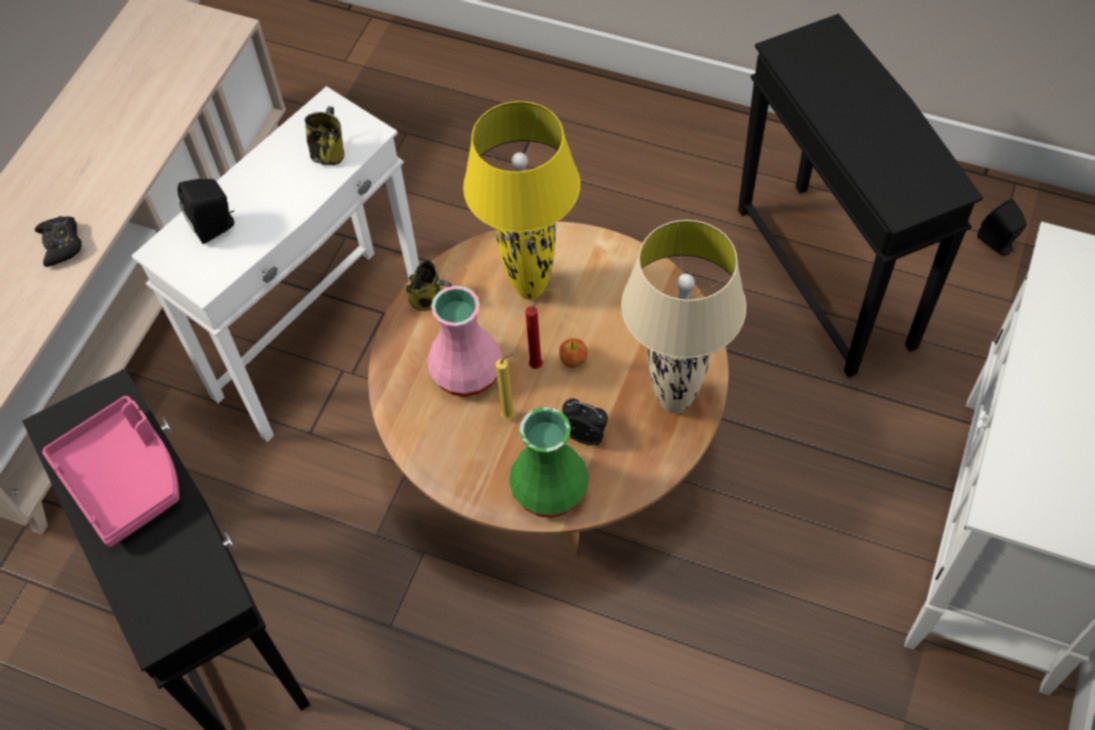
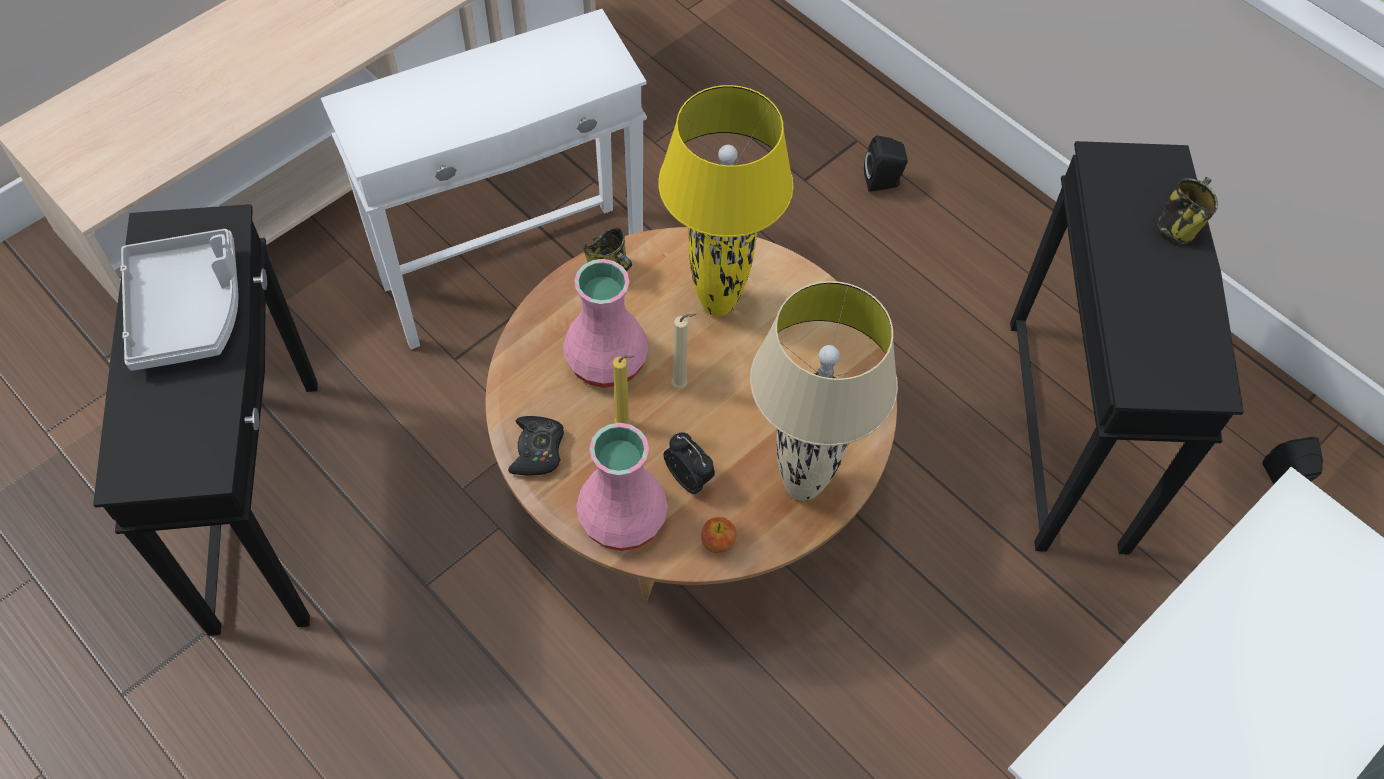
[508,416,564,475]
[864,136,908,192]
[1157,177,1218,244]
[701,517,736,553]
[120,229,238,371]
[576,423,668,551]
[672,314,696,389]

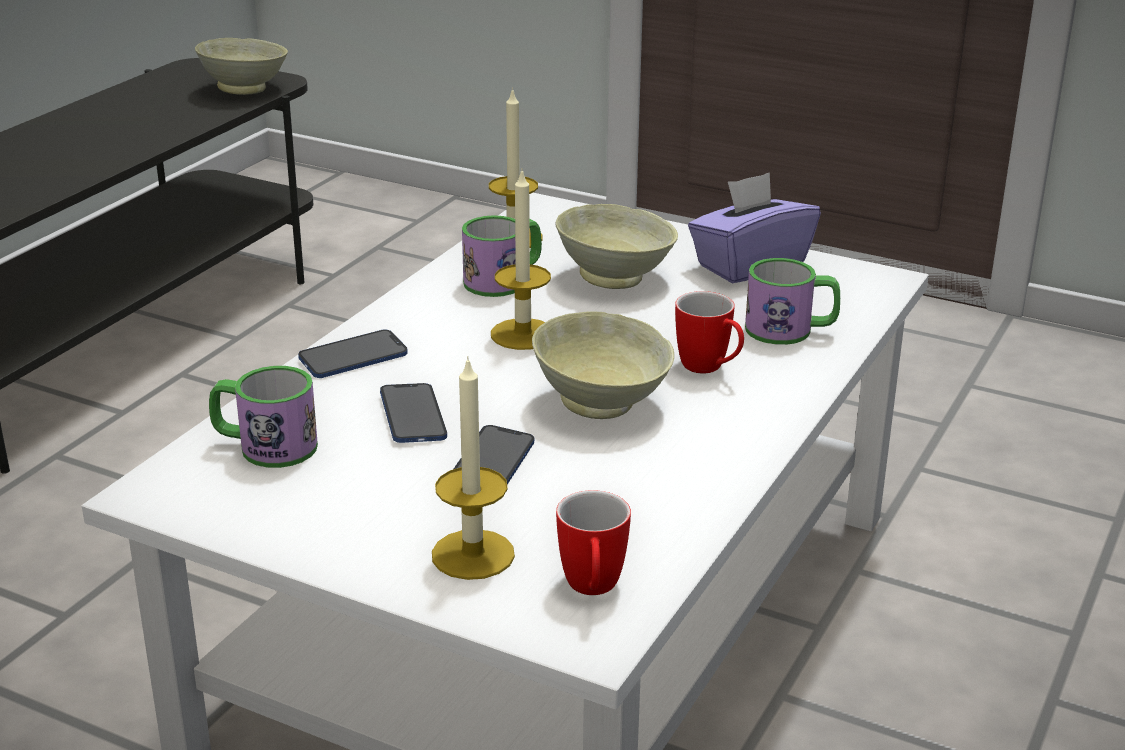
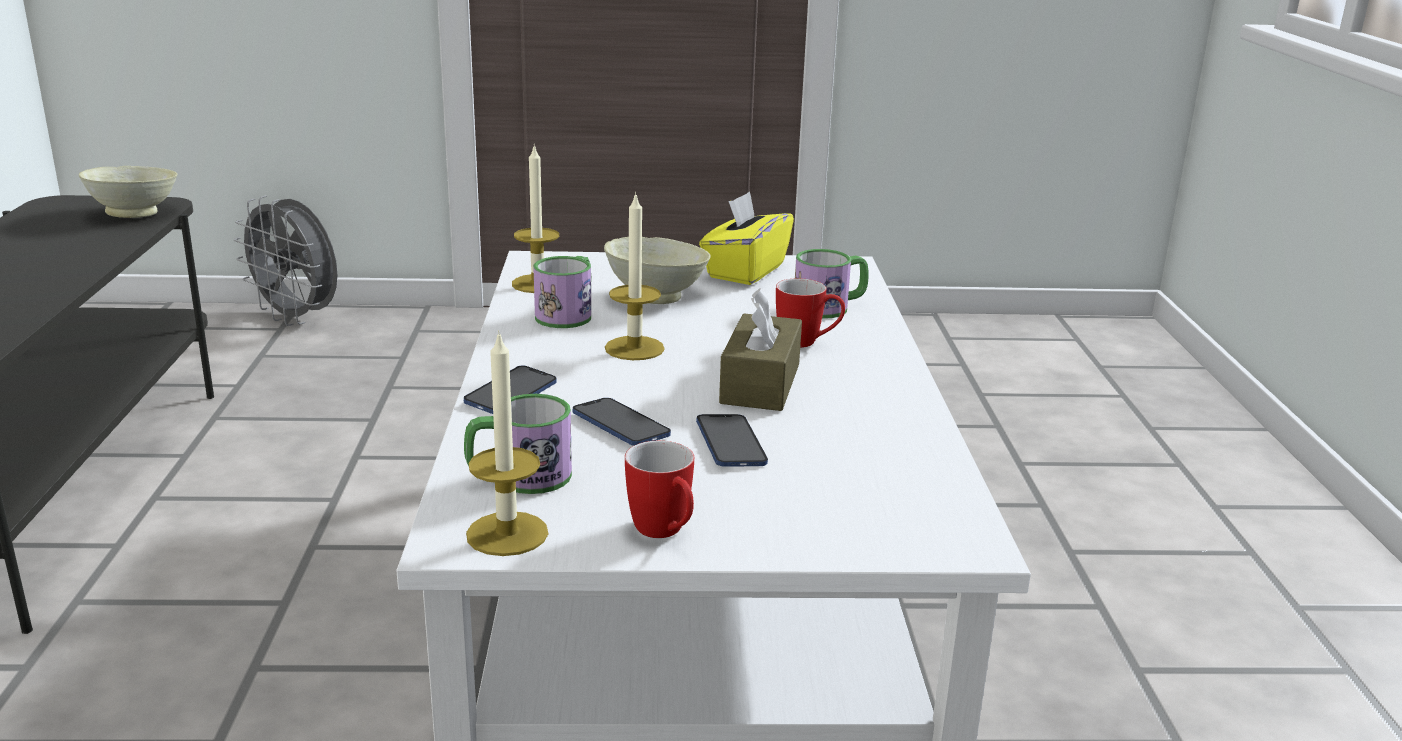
[234,195,337,326]
[466,330,548,556]
[625,441,694,538]
[719,289,802,411]
[699,191,794,285]

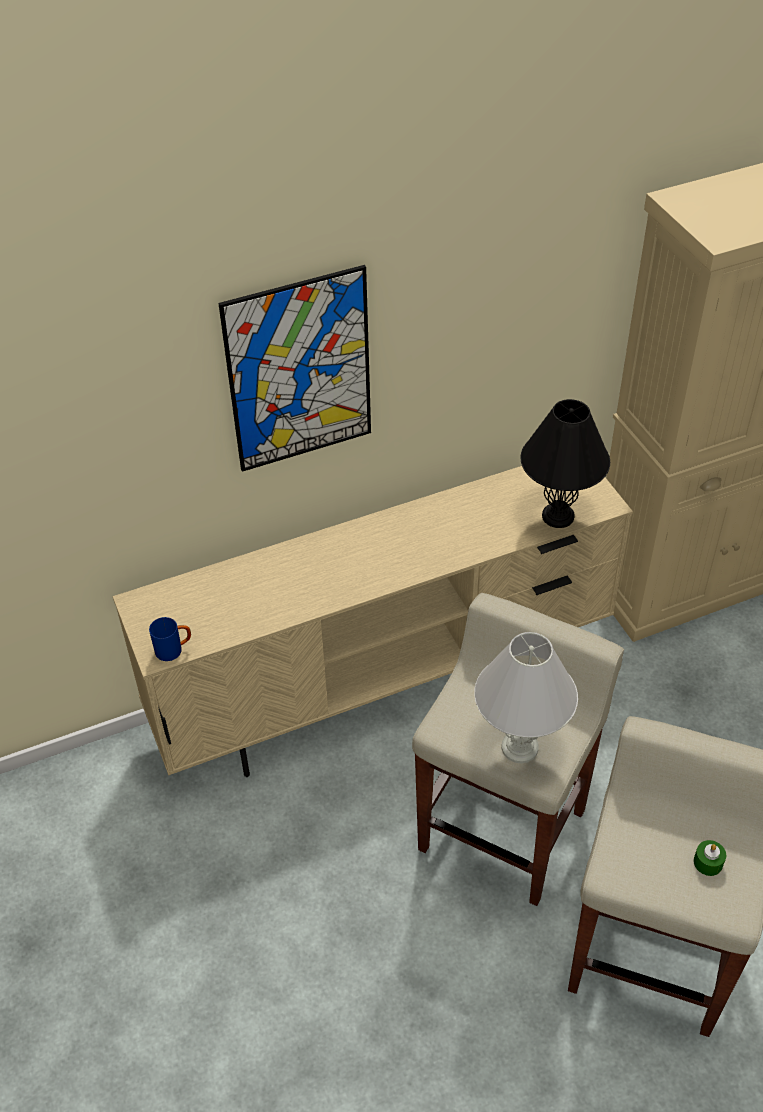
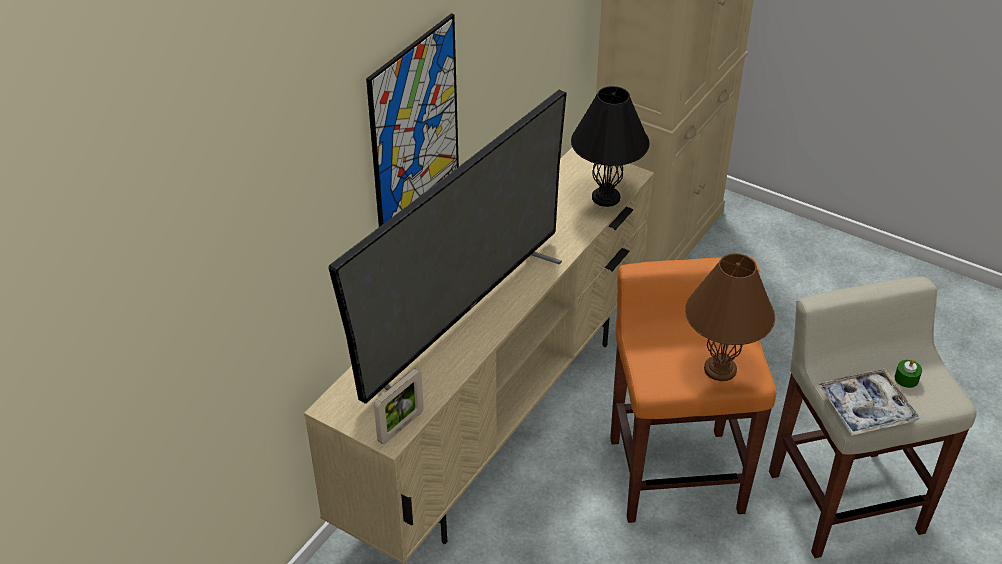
[328,90,567,404]
[818,368,920,436]
[374,369,424,444]
[610,257,776,523]
[685,253,775,381]

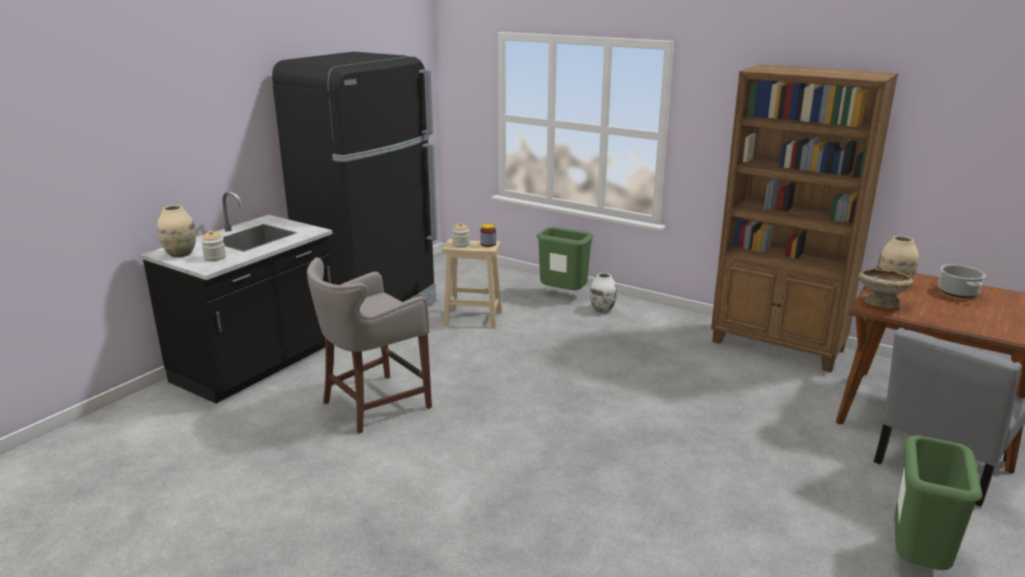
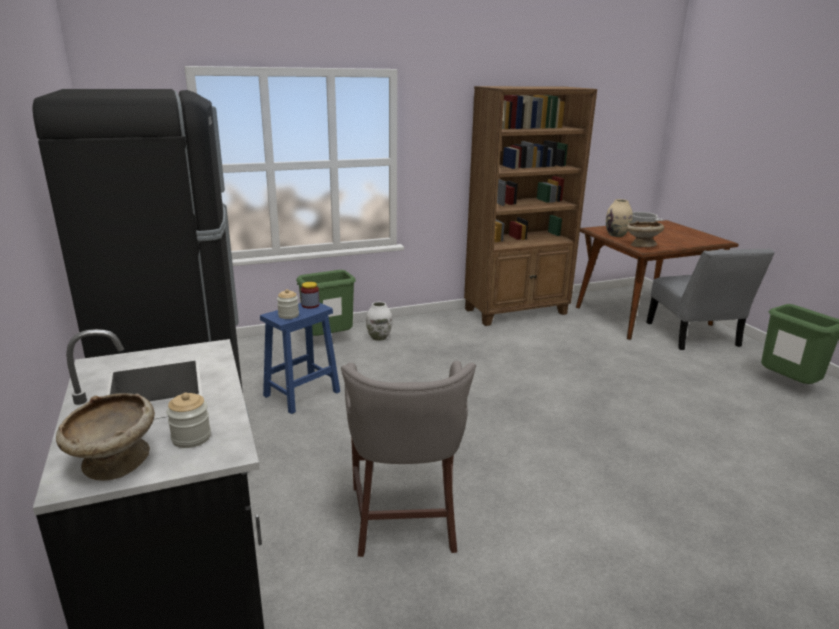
[56,393,155,481]
[260,302,340,414]

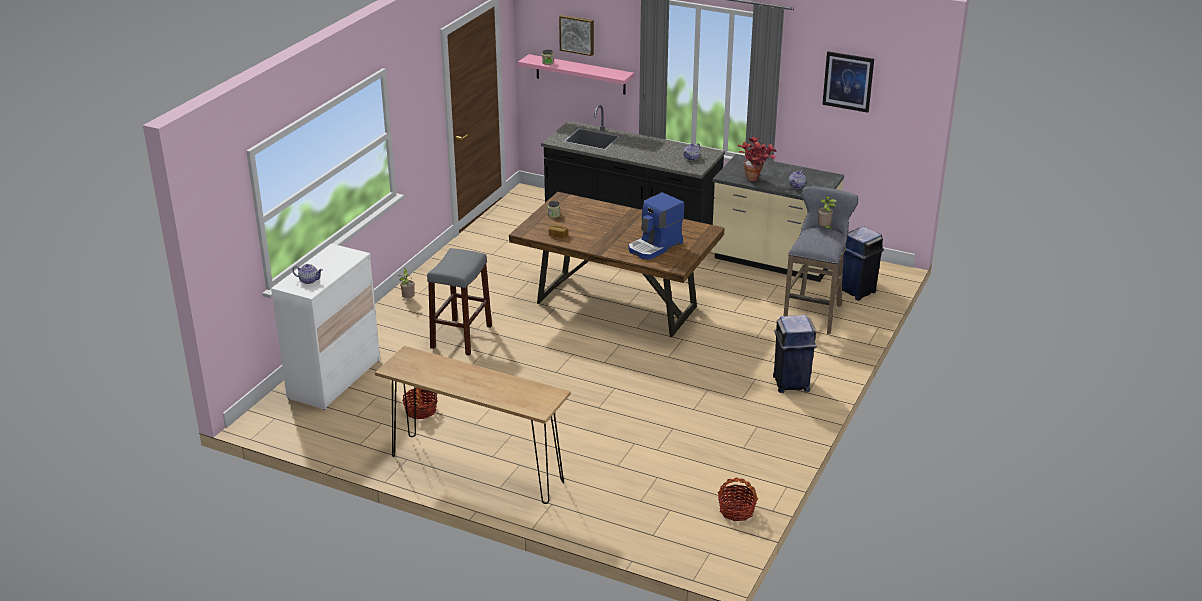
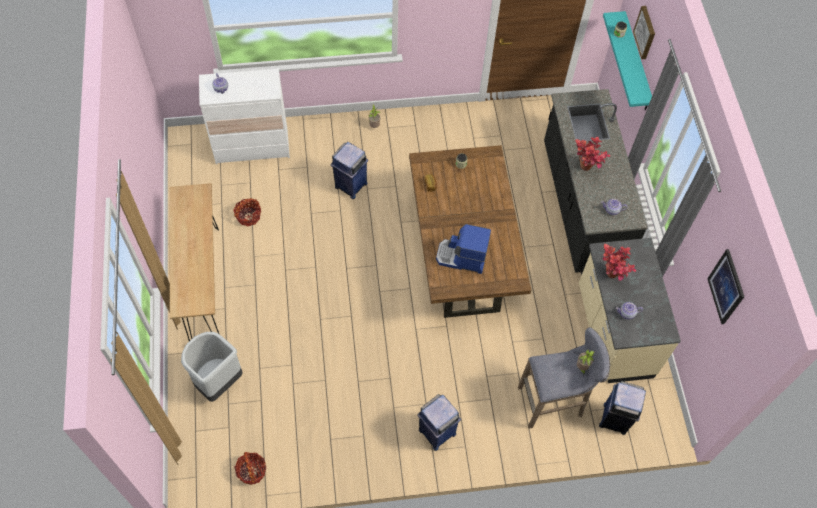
[181,332,242,402]
[575,137,610,171]
[331,142,368,199]
[603,11,652,110]

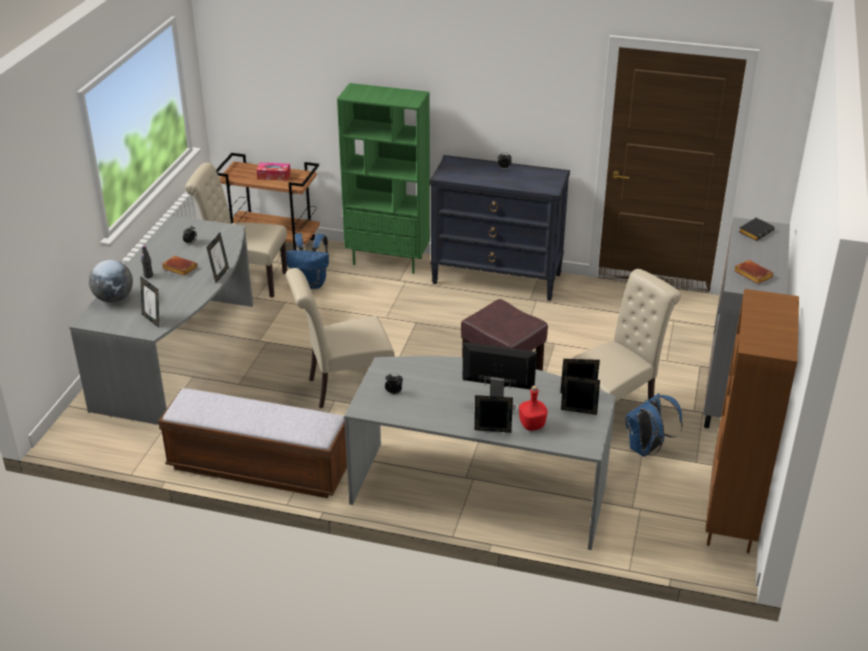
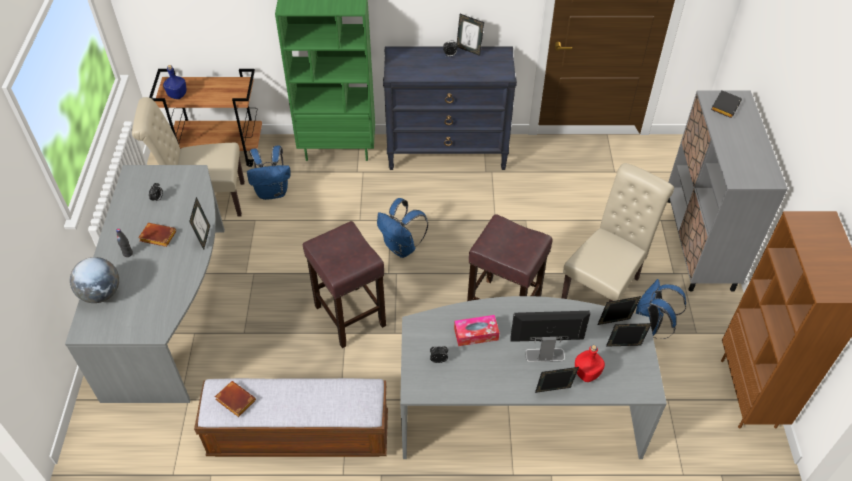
[163,65,187,99]
[377,198,428,258]
[457,14,484,56]
[454,315,500,346]
[215,381,256,417]
[303,221,386,348]

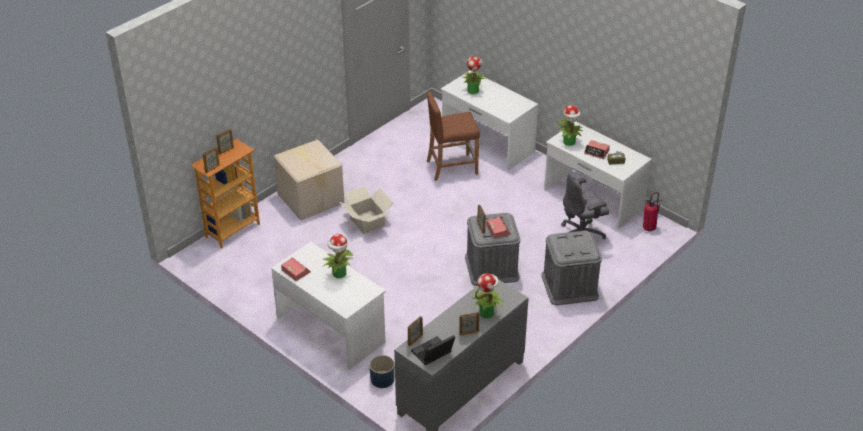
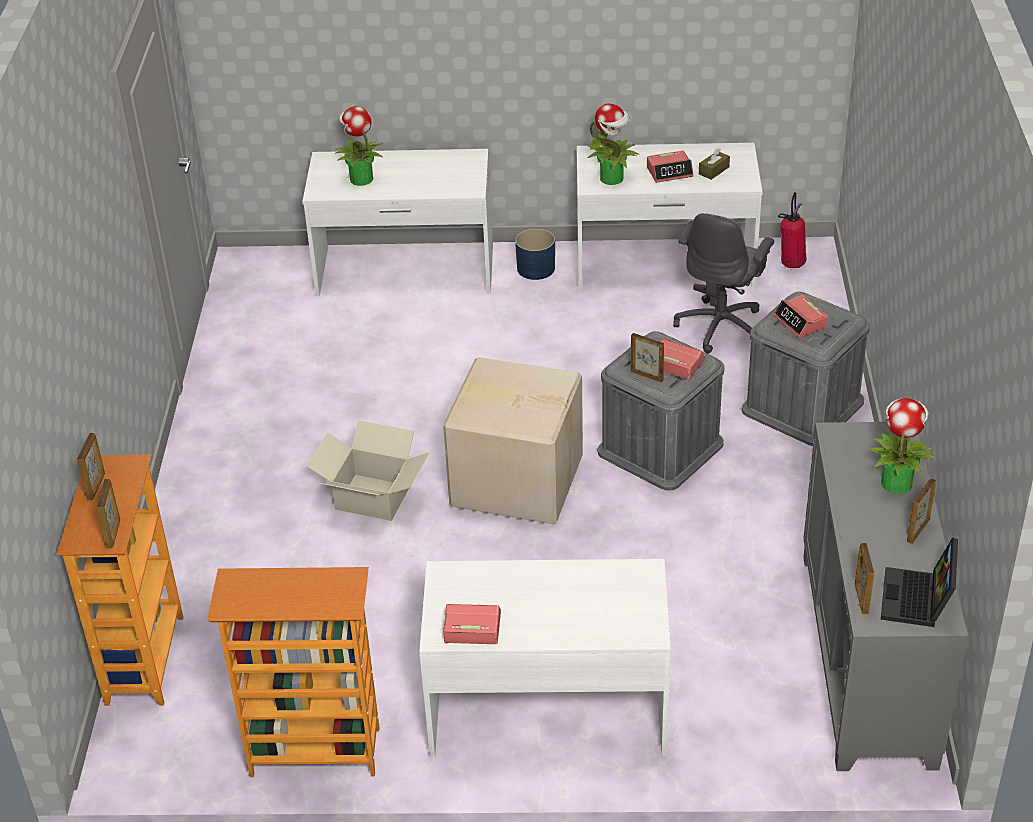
[323,234,354,278] (first image)
[427,92,480,181] (first image)
[207,567,380,777]
[774,295,828,338]
[443,357,583,524]
[515,228,555,280]

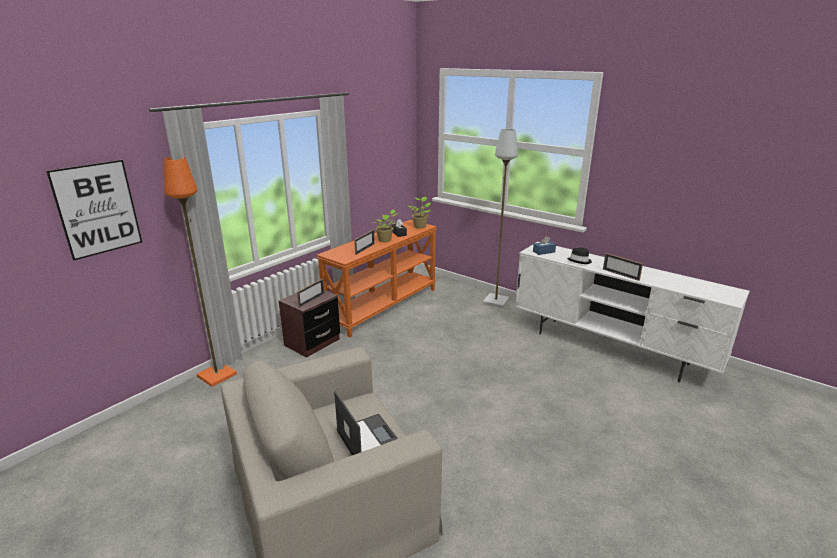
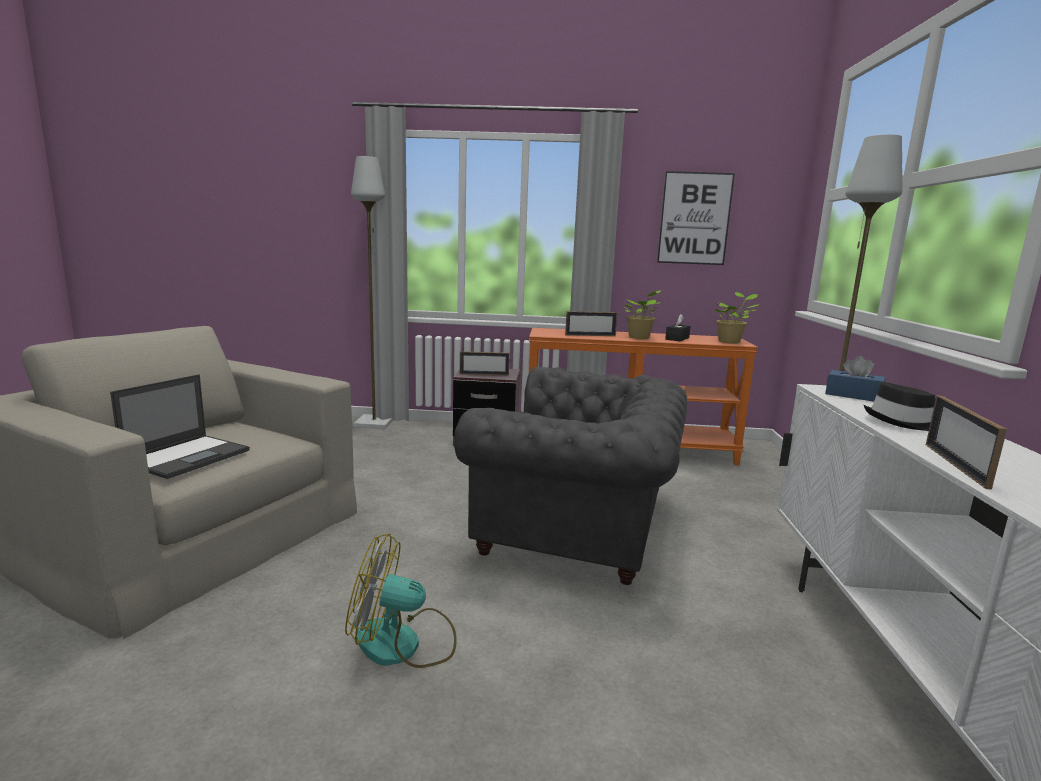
[345,534,457,668]
[454,366,687,585]
[657,171,735,265]
[351,156,394,429]

